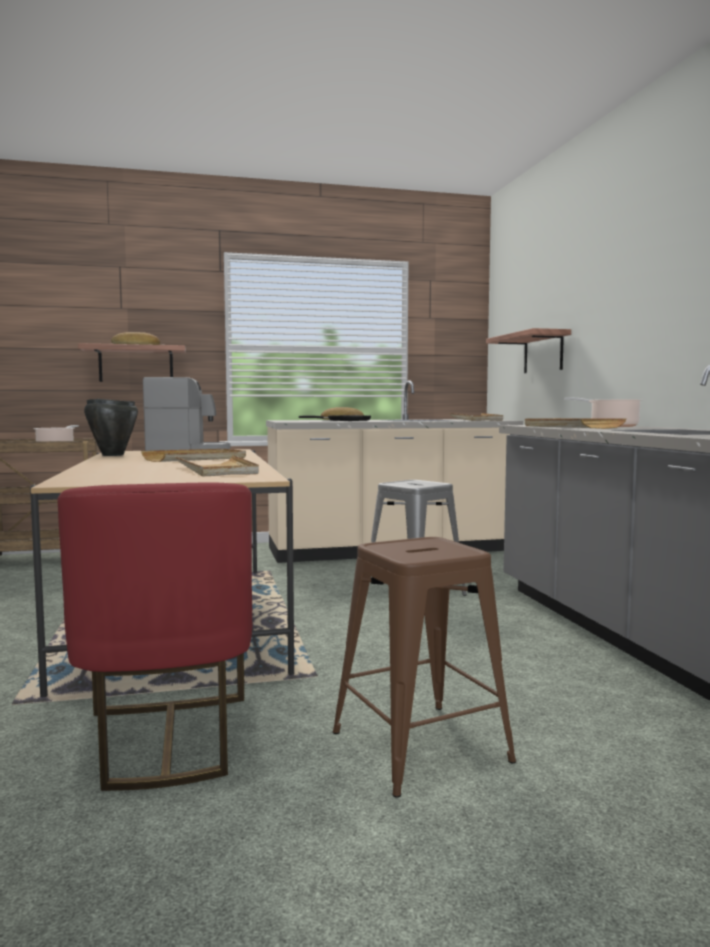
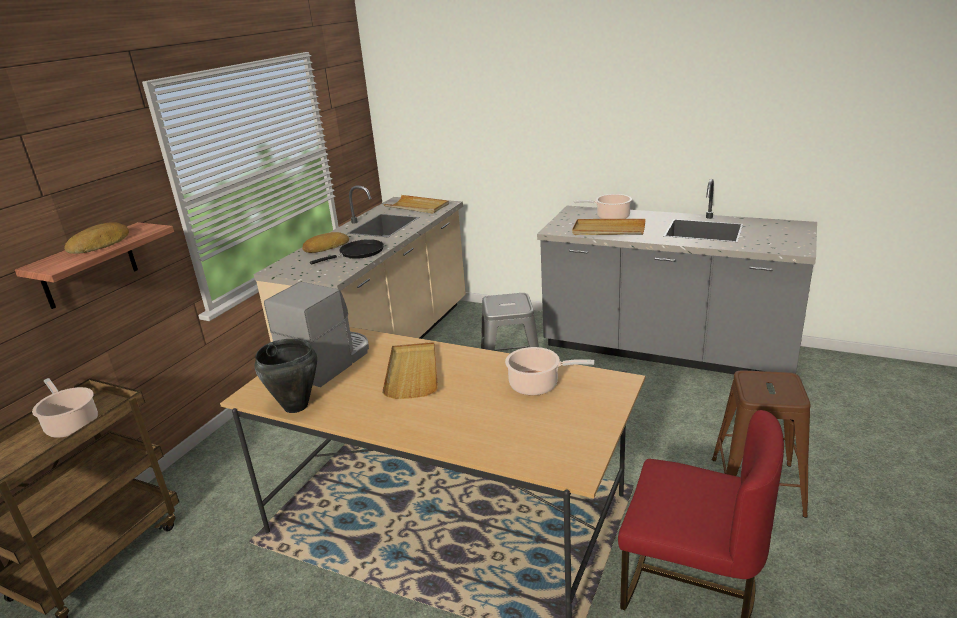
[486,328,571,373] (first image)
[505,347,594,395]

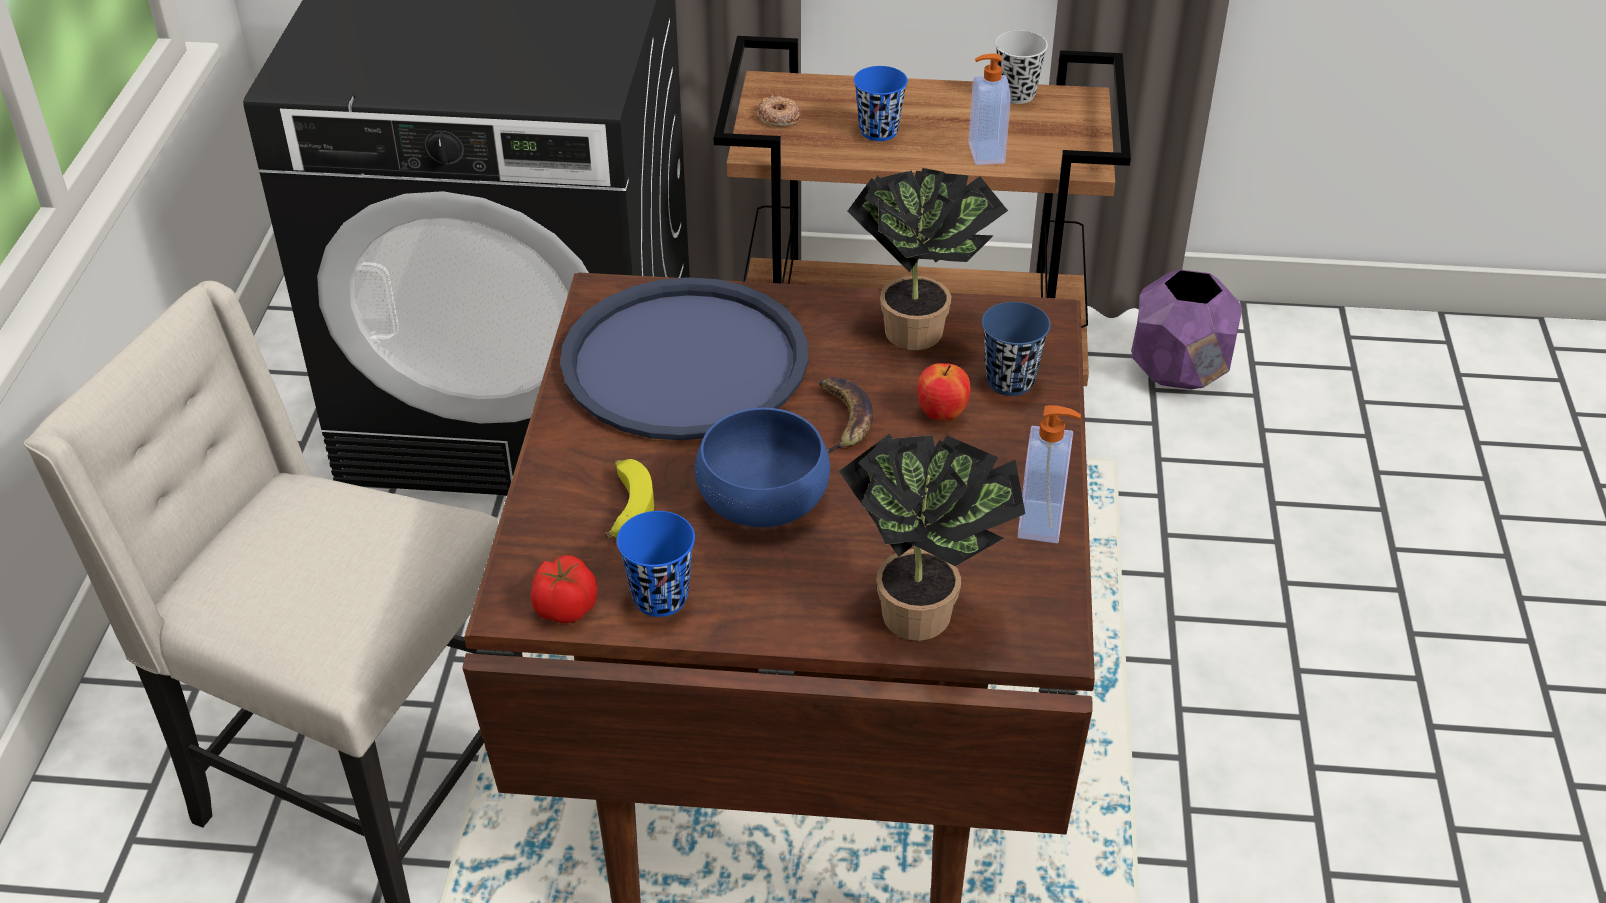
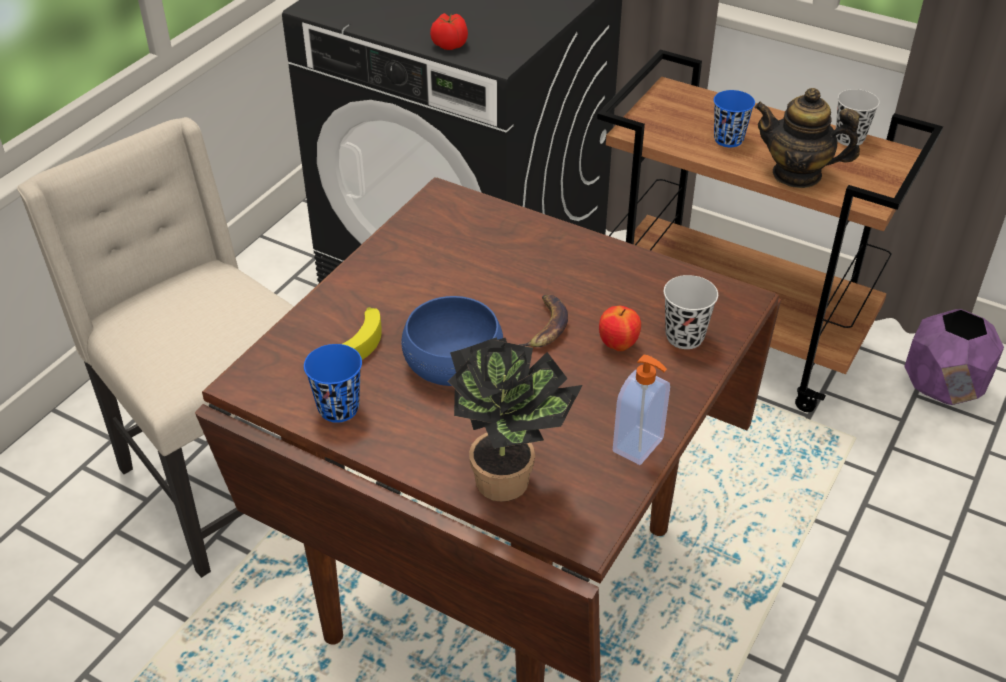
[560,277,808,440] (first image)
[758,95,800,126] (first image)
[848,168,1008,350] (first image)
[430,13,468,50]
[755,88,860,188]
[664,275,718,349]

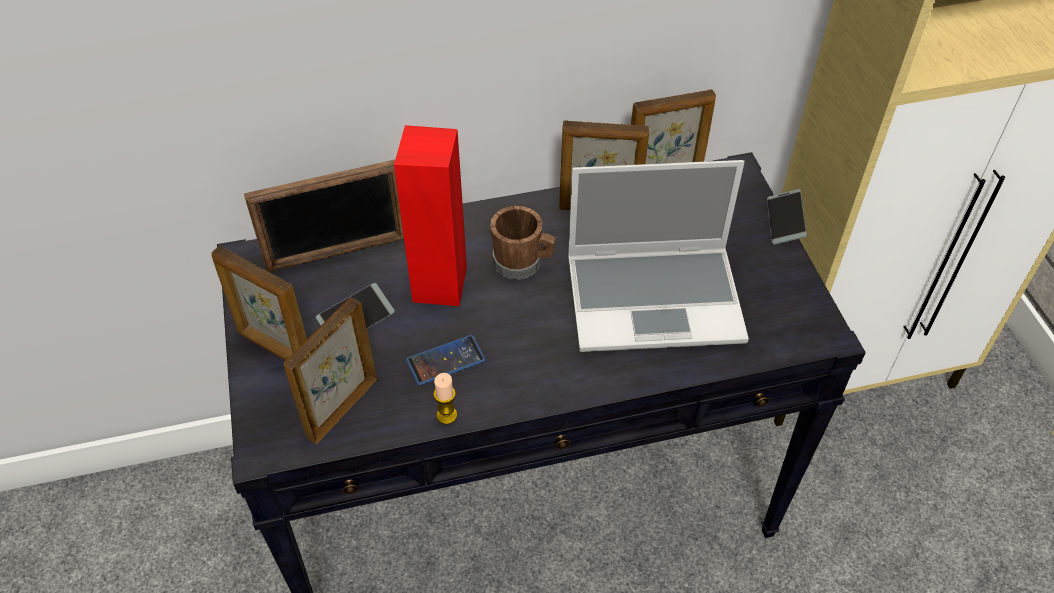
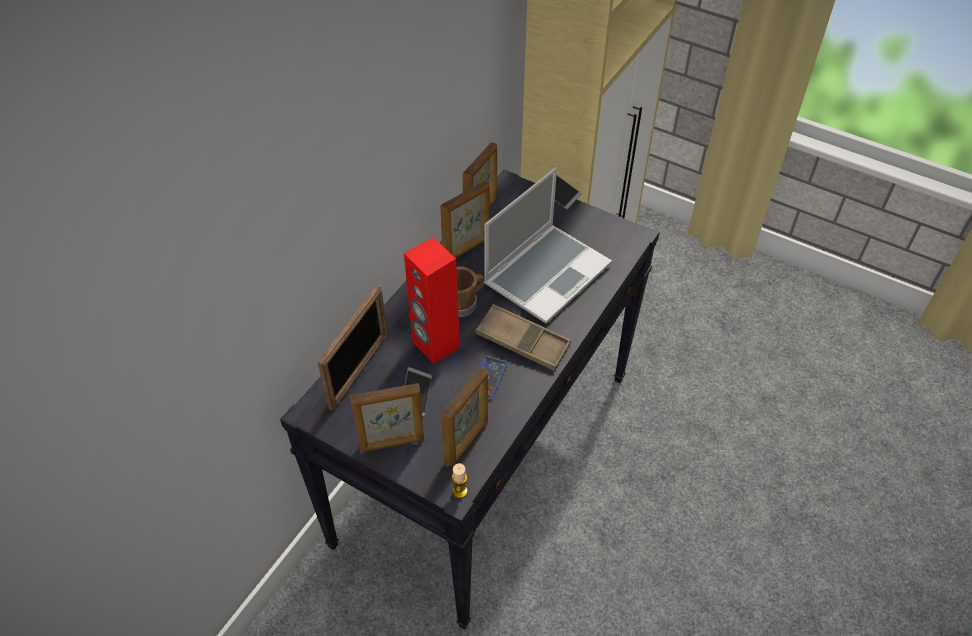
[475,304,571,371]
[452,463,468,498]
[441,367,488,466]

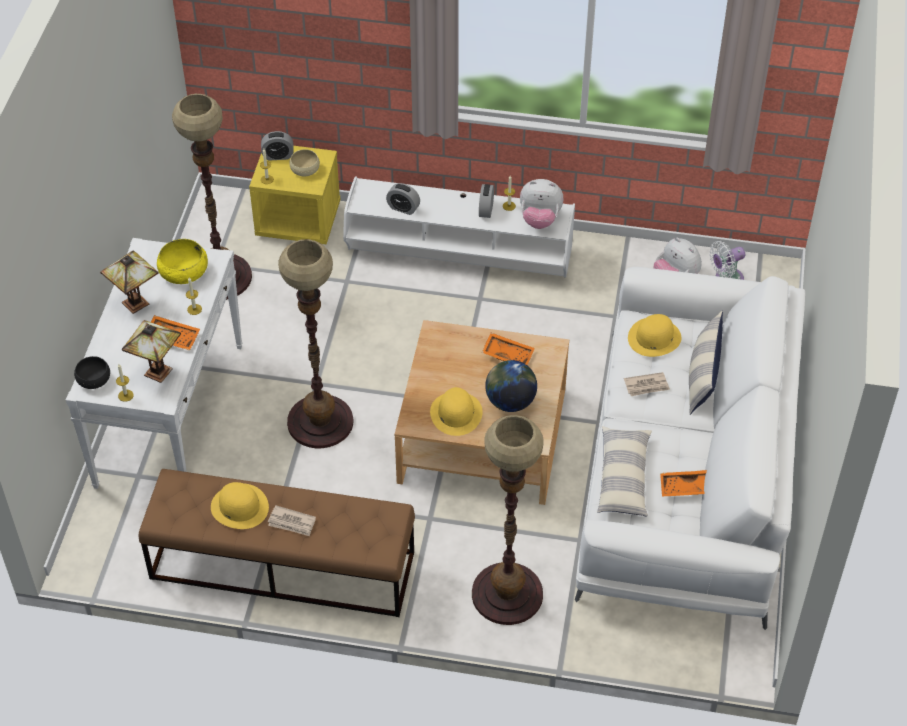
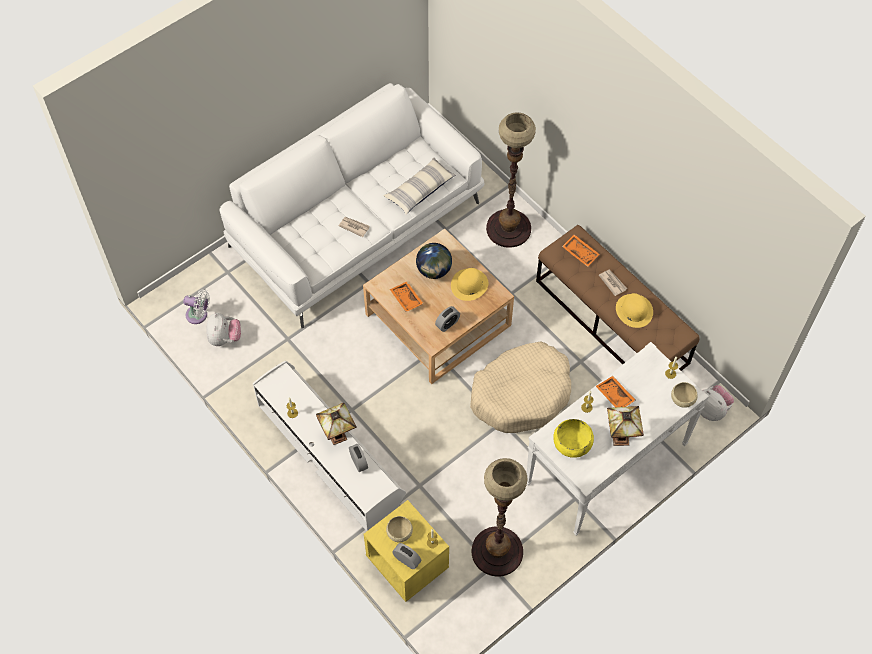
[628,314,682,357] (first image)
[689,311,723,415] (first image)
[316,403,357,445]
[435,306,460,332]
[701,385,734,421]
[562,234,600,267]
[470,341,571,433]
[671,382,698,408]

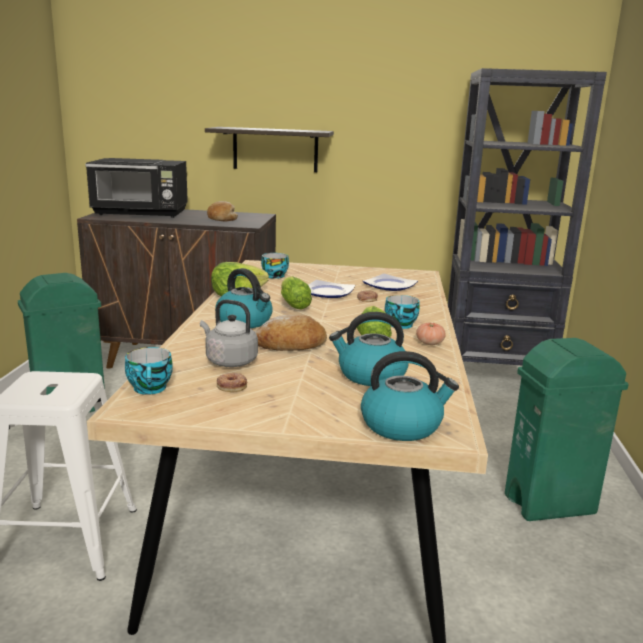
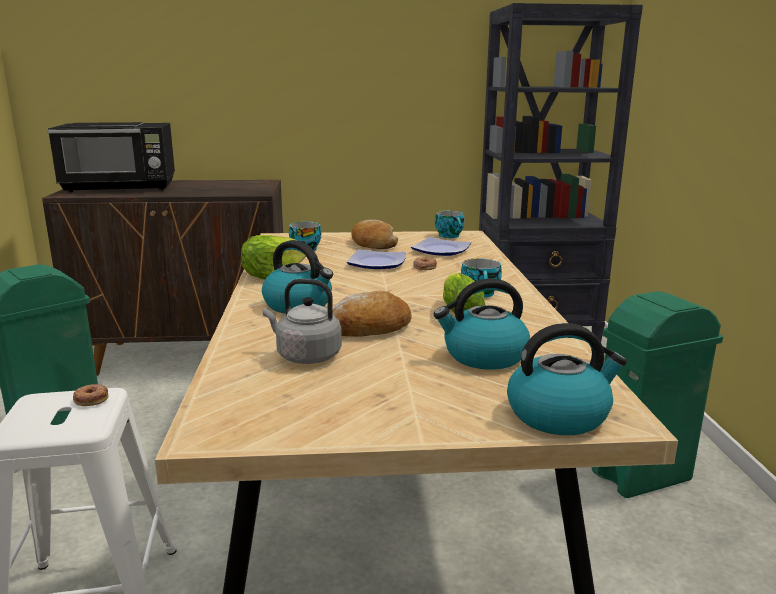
[205,127,334,172] (first image)
[281,276,312,310] (first image)
[416,323,446,345] (first image)
[435,211,465,238]
[351,220,398,249]
[73,384,108,406]

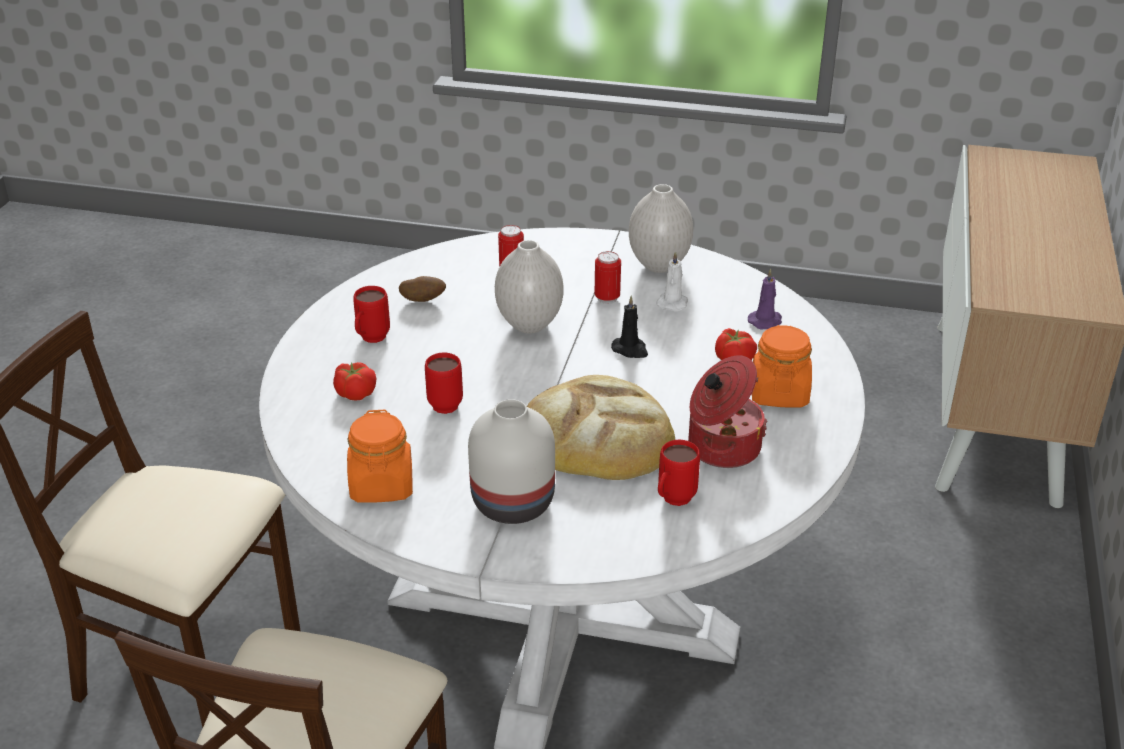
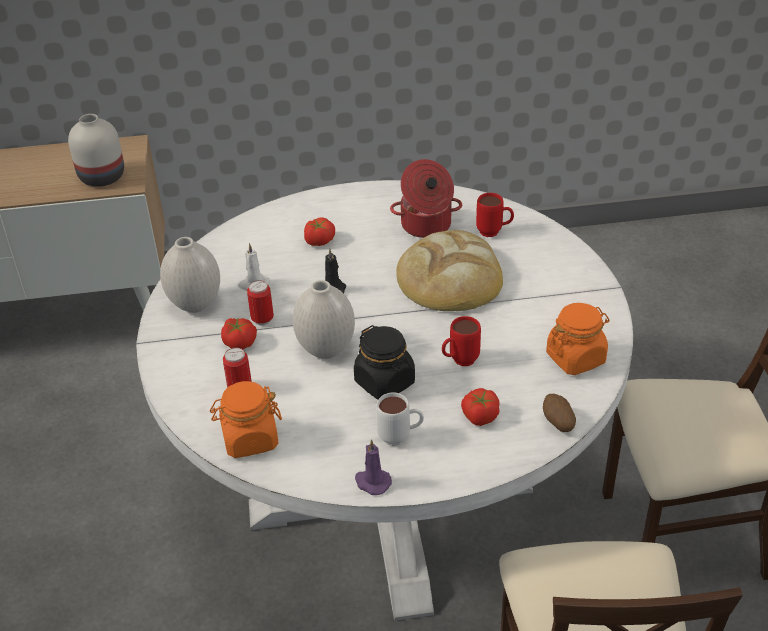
[221,318,257,349]
[354,325,415,400]
[543,394,576,432]
[68,114,124,187]
[355,439,392,495]
[210,381,282,458]
[376,393,424,446]

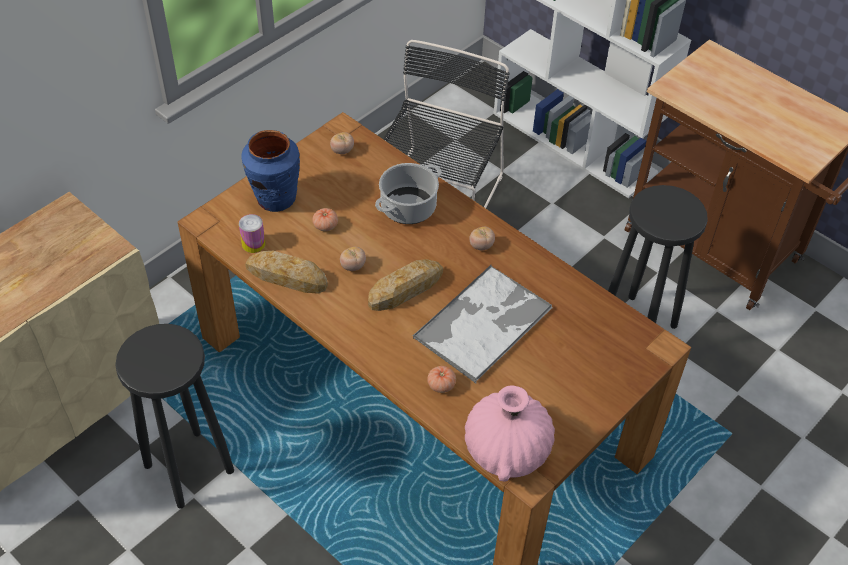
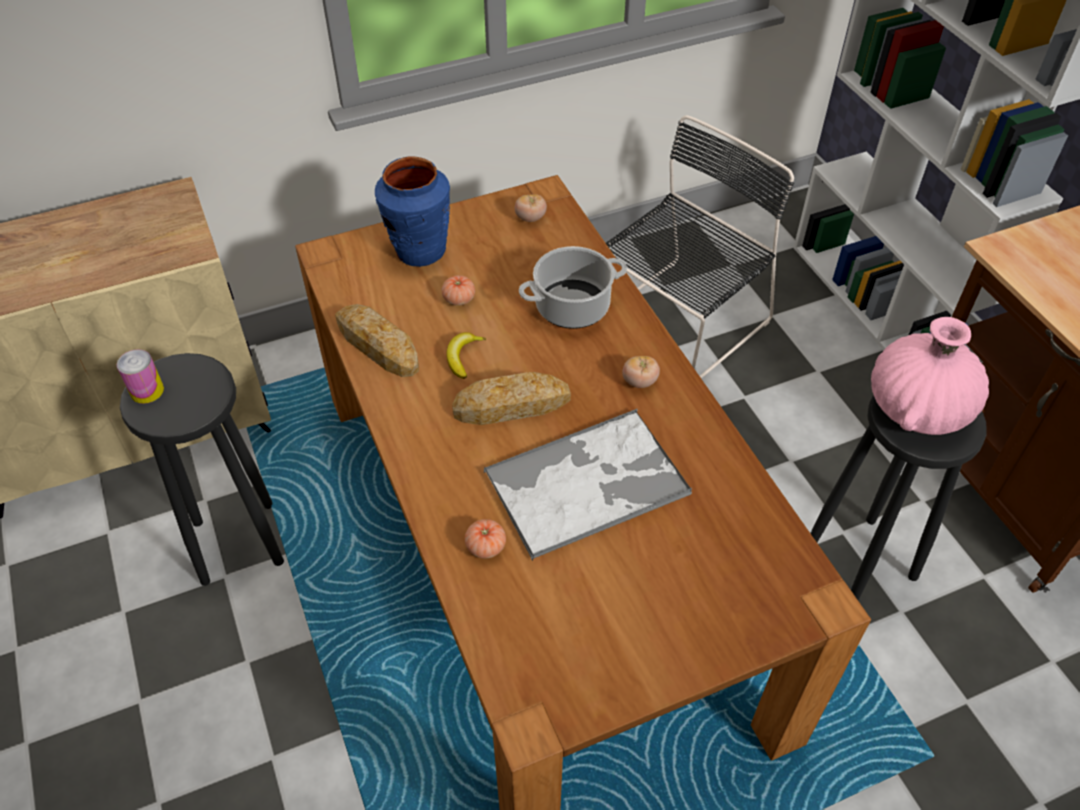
[117,349,164,404]
[871,317,989,435]
[446,332,486,379]

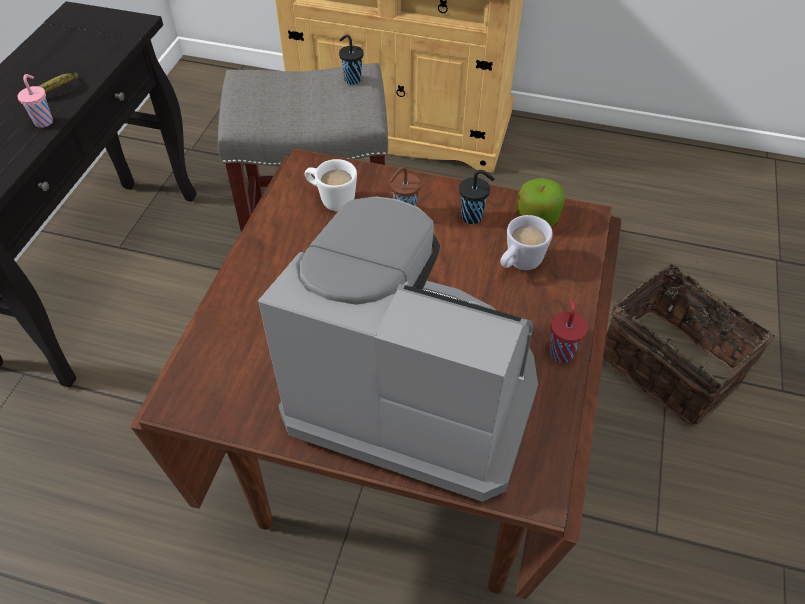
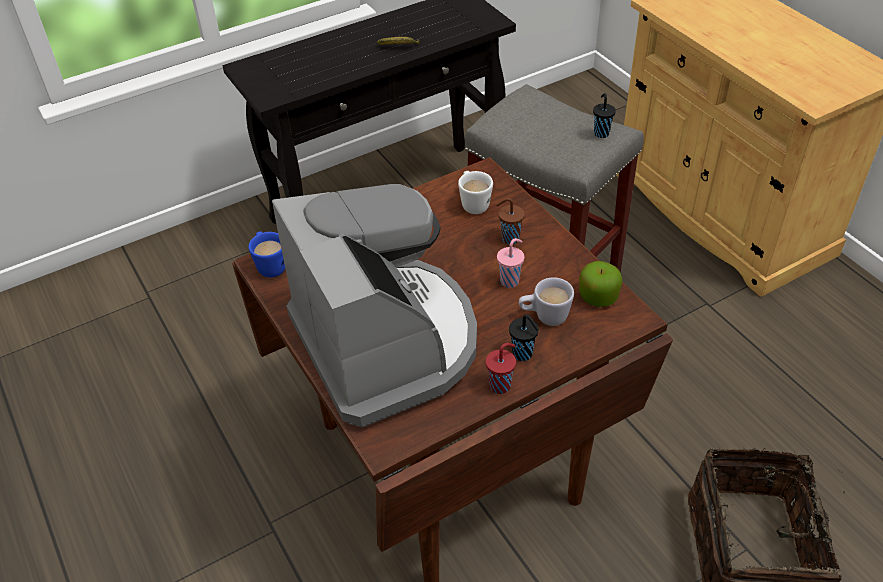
[249,231,285,277]
[497,238,524,288]
[509,314,539,361]

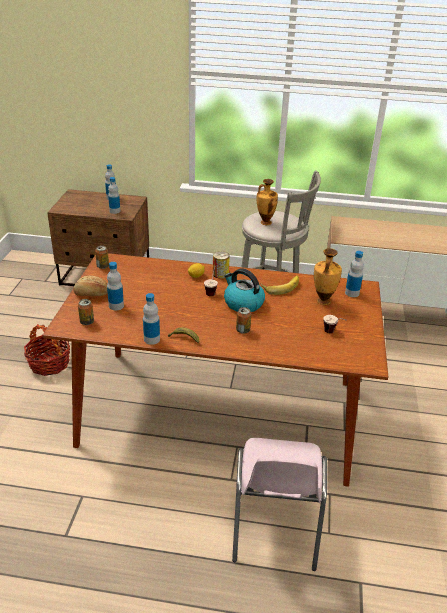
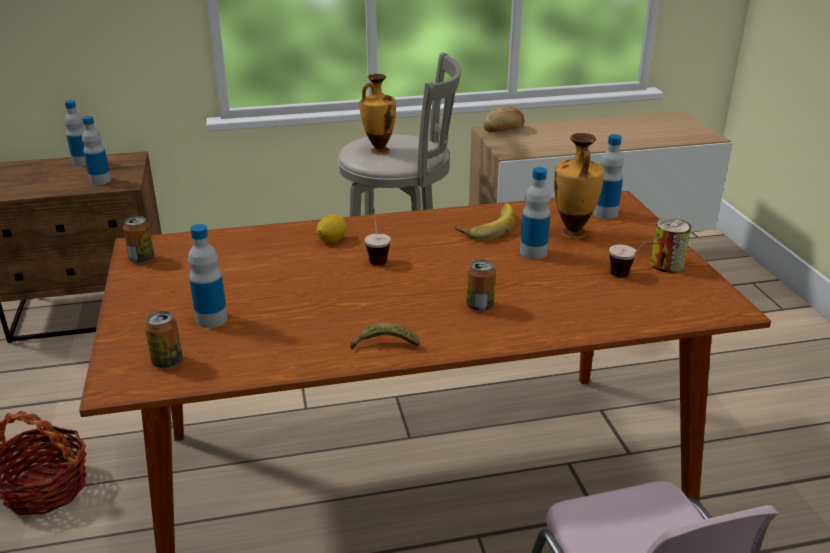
[224,268,265,312] (first image)
[484,106,525,132]
[520,167,551,259]
[650,218,691,273]

